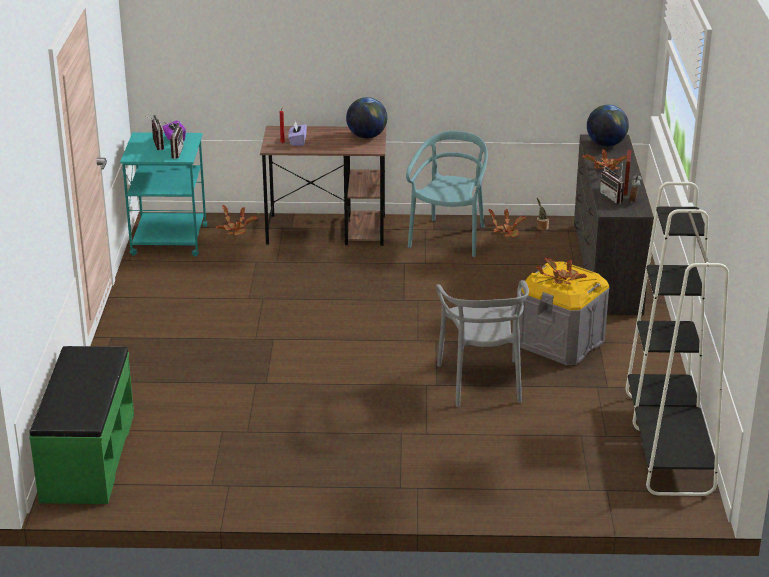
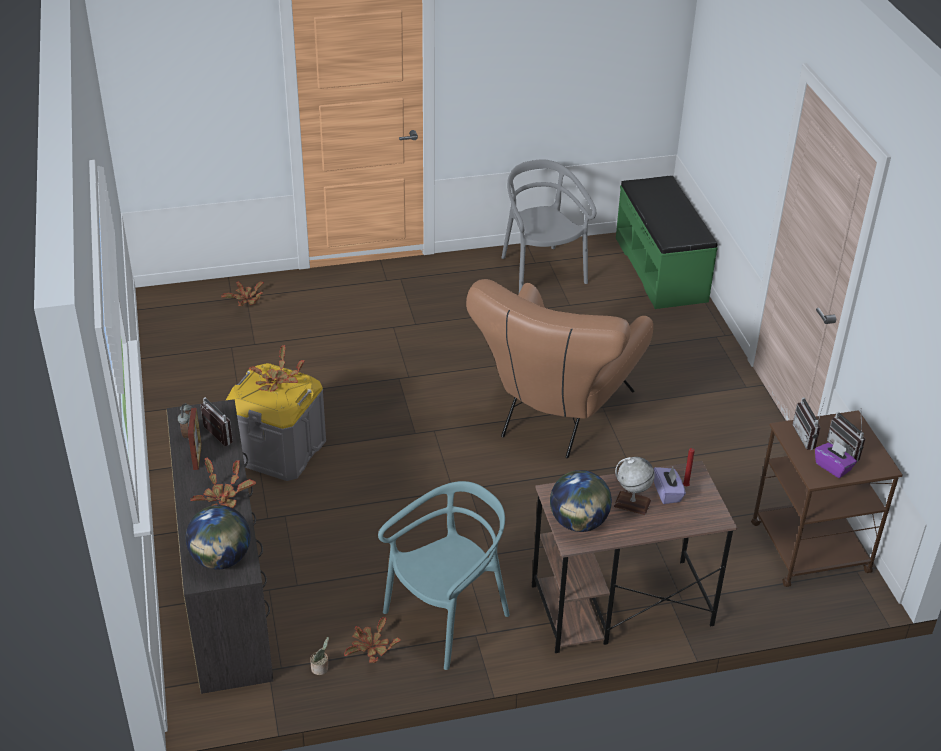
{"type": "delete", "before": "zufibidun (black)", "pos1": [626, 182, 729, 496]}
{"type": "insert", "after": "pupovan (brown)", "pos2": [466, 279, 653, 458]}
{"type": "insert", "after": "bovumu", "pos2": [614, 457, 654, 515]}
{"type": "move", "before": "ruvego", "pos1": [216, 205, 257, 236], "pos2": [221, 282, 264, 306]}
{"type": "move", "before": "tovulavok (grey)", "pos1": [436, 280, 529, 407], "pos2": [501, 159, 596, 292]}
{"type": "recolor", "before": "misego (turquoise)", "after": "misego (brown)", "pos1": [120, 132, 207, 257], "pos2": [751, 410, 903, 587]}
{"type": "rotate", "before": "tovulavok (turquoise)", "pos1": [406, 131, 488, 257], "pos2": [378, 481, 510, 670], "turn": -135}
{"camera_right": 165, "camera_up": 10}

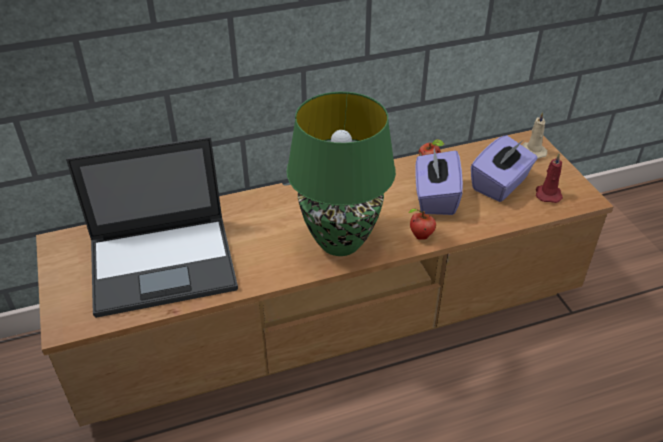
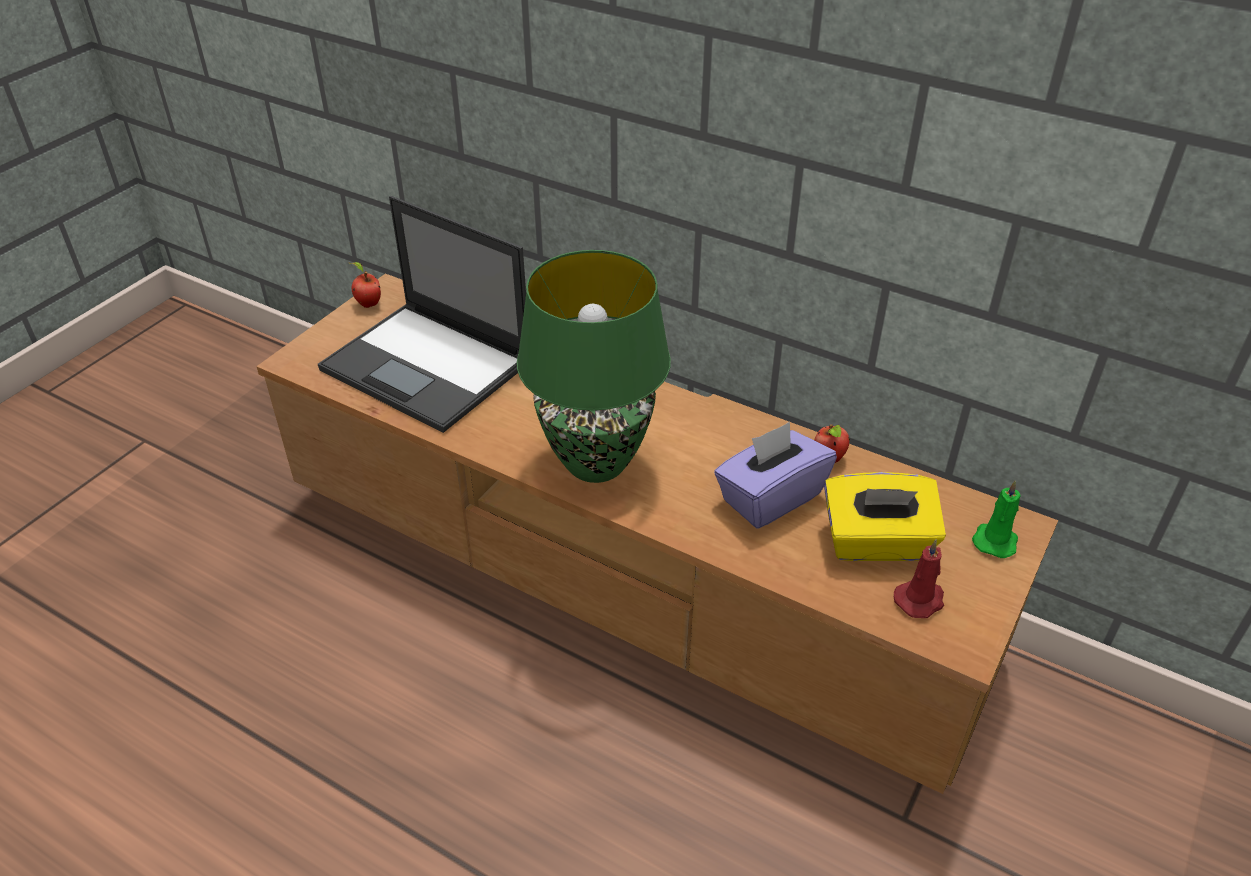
{"type": "move", "before": "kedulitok", "pos1": [409, 209, 436, 240], "pos2": [349, 262, 381, 308]}
{"type": "recolor", "before": "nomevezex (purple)", "after": "nomevezex (yellow)", "pos1": [471, 135, 538, 202], "pos2": [824, 472, 946, 561]}
{"type": "recolor", "before": "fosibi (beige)", "after": "fosibi (green)", "pos1": [522, 112, 548, 159], "pos2": [972, 480, 1021, 558]}
{"camera_right": 50, "camera_up": 0}

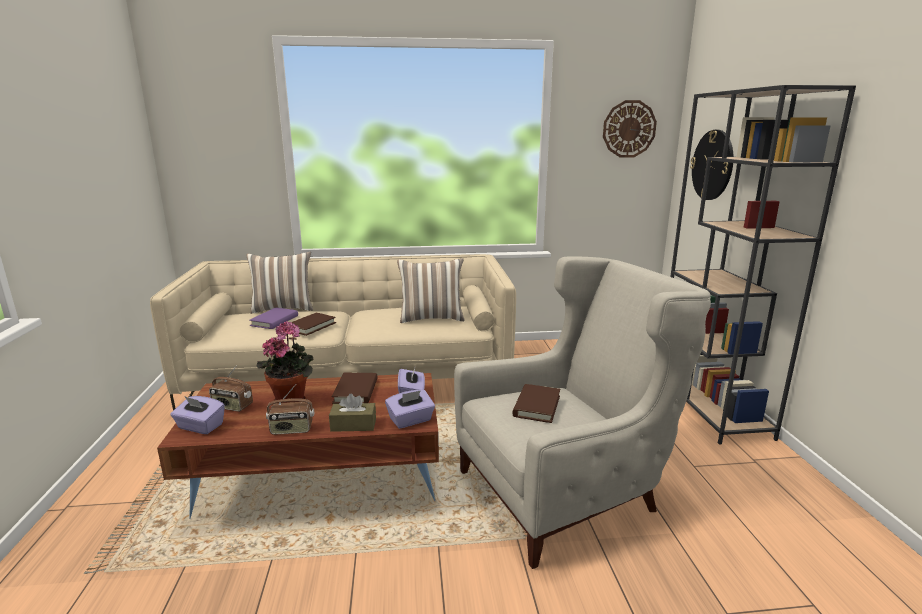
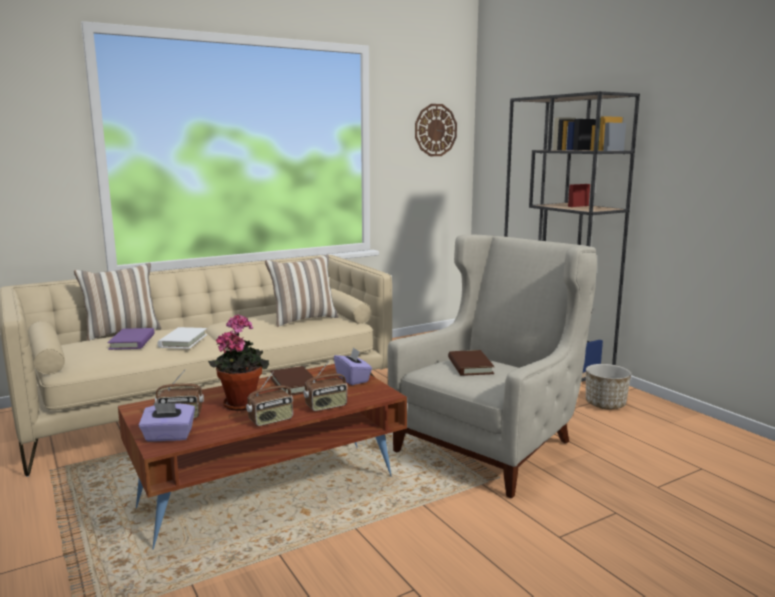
{"type": "delete", "before": "nomevezex (purple)", "pos1": [385, 390, 435, 429]}
{"type": "delete", "before": "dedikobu", "pos1": [690, 130, 733, 200]}
{"type": "insert", "after": "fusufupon", "pos2": [586, 364, 631, 410]}
{"type": "replace", "before": "nomevezex (brown)", "after": "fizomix", "pos1": [329, 394, 376, 432], "pos2": [303, 360, 348, 411]}
{"type": "recolor", "before": "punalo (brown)", "after": "punalo (white)", "pos1": [291, 313, 336, 336], "pos2": [158, 327, 207, 349]}
{"camera_right": -25, "camera_up": -5}

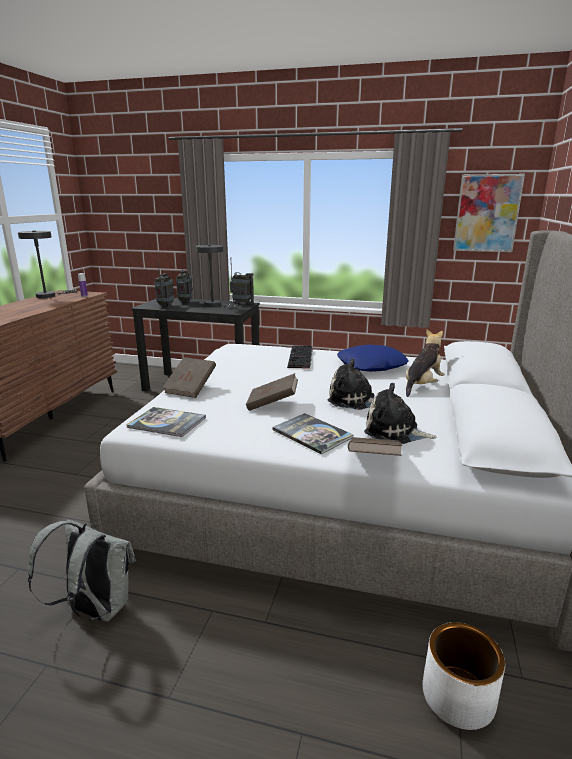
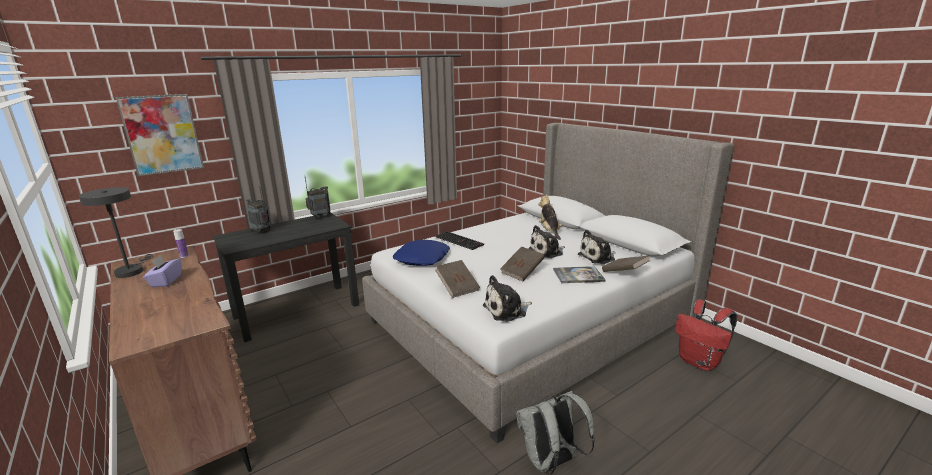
{"type": "delete", "before": "fizomix", "pos1": [154, 260, 174, 307]}
{"type": "delete", "before": "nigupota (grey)", "pos1": [196, 245, 236, 308]}
{"type": "insert", "after": "nomevezex (purple)", "pos2": [143, 255, 182, 287]}
{"type": "move", "before": "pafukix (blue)", "pos1": [337, 345, 409, 372], "pos2": [393, 240, 450, 266]}
{"type": "move", "before": "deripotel", "pos1": [453, 174, 525, 252], "pos2": [116, 94, 204, 176]}
{"type": "replace", "before": "punalo", "after": "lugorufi", "pos1": [127, 407, 206, 437], "pos2": [483, 275, 532, 322]}
{"type": "replace", "before": "fusufupon (white)", "after": "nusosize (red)", "pos1": [423, 622, 505, 730], "pos2": [675, 299, 737, 371]}
{"camera_right": -50, "camera_up": 0}

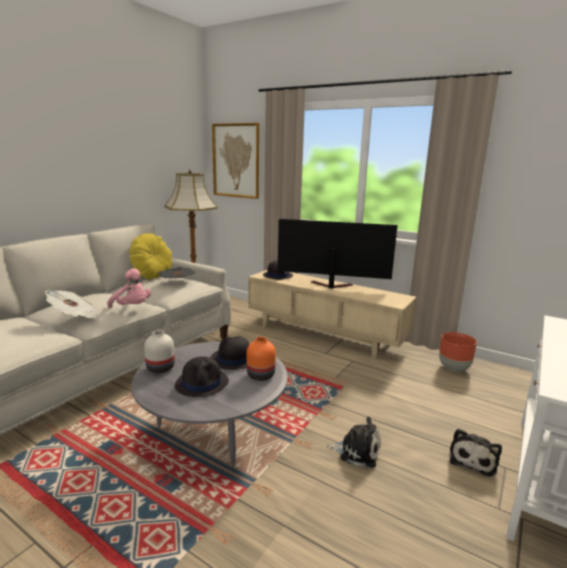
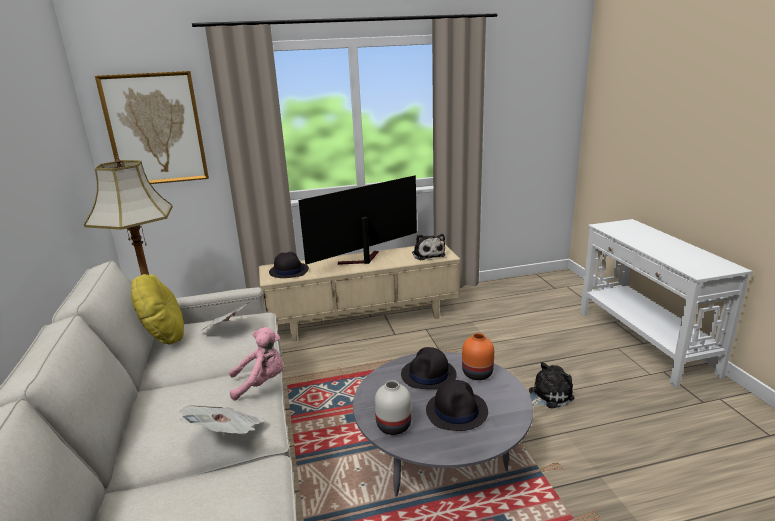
{"type": "delete", "before": "fusufupon (brown)", "pos1": [439, 332, 477, 372]}
{"type": "move", "before": "lugorufi", "pos1": [449, 429, 502, 477], "pos2": [412, 234, 446, 260]}
{"camera_right": -45, "camera_up": 5}

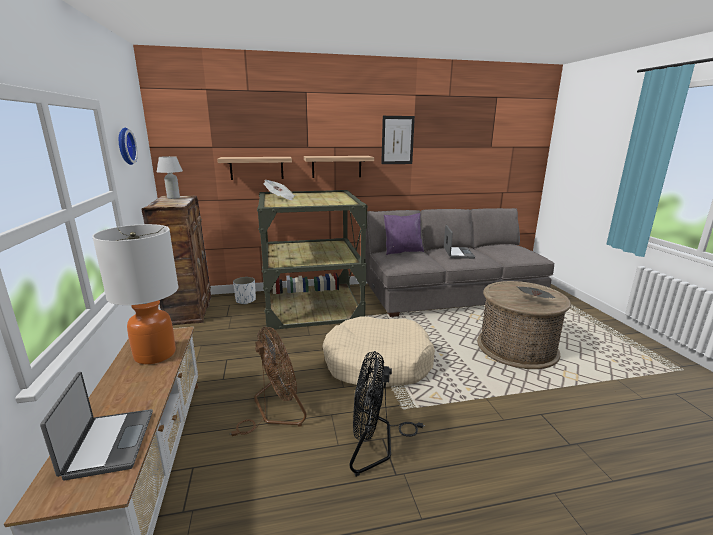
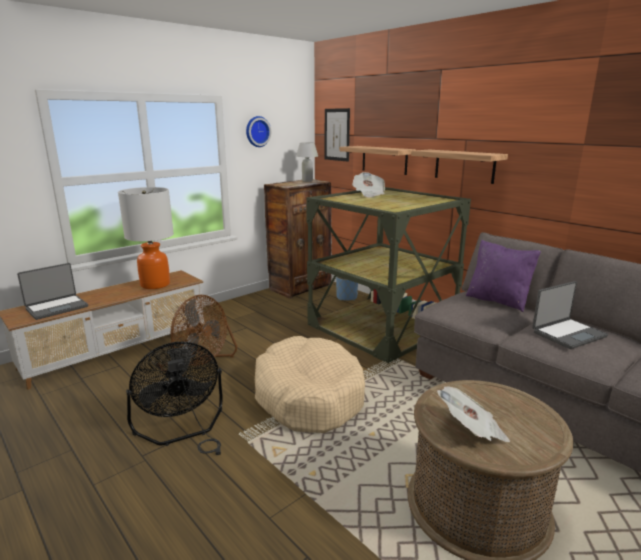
{"type": "move", "before": "deripotel", "pos1": [381, 116, 415, 164], "pos2": [325, 108, 350, 162]}
{"type": "recolor", "before": "fusufupon (white)", "after": "fusufupon (blue)", "pos1": [233, 277, 256, 305], "pos2": [336, 276, 358, 301]}
{"camera_right": 60, "camera_up": 0}

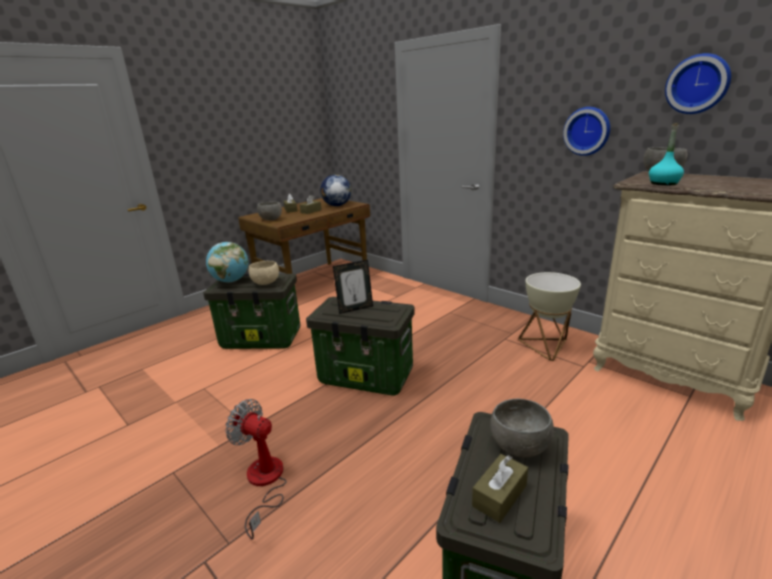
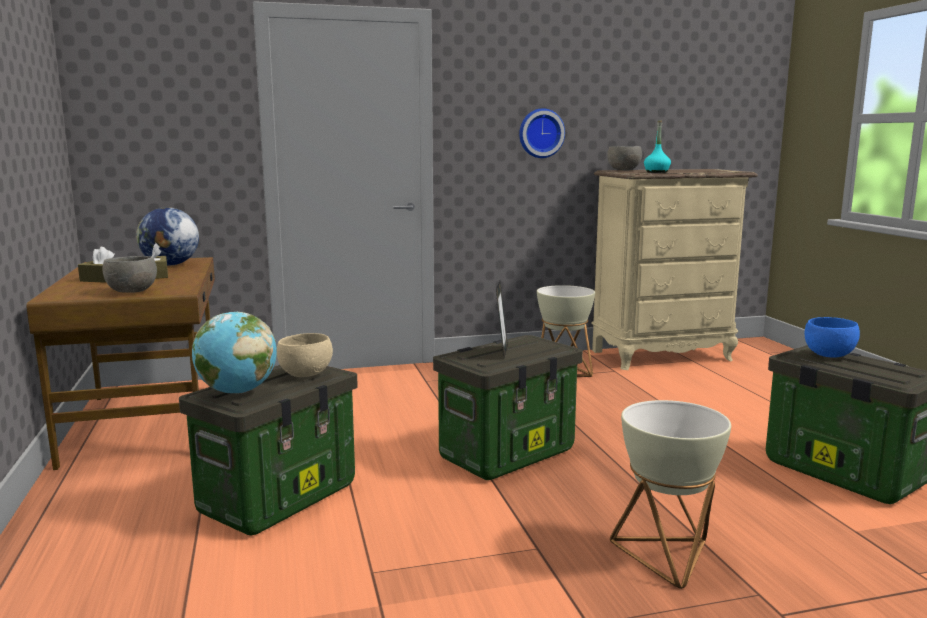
{"type": "delete", "before": "nomevezex (brown)", "pos1": [472, 454, 528, 523]}
{"type": "delete", "before": "dedikobu", "pos1": [665, 53, 731, 114]}
{"type": "replace", "before": "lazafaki", "after": "fusufupon", "pos1": [225, 399, 286, 540], "pos2": [610, 400, 731, 589]}
{"type": "recolor", "before": "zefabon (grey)", "after": "zefabon (blue)", "pos1": [490, 399, 554, 457], "pos2": [805, 317, 860, 358]}
{"camera_right": -60, "camera_up": -10}

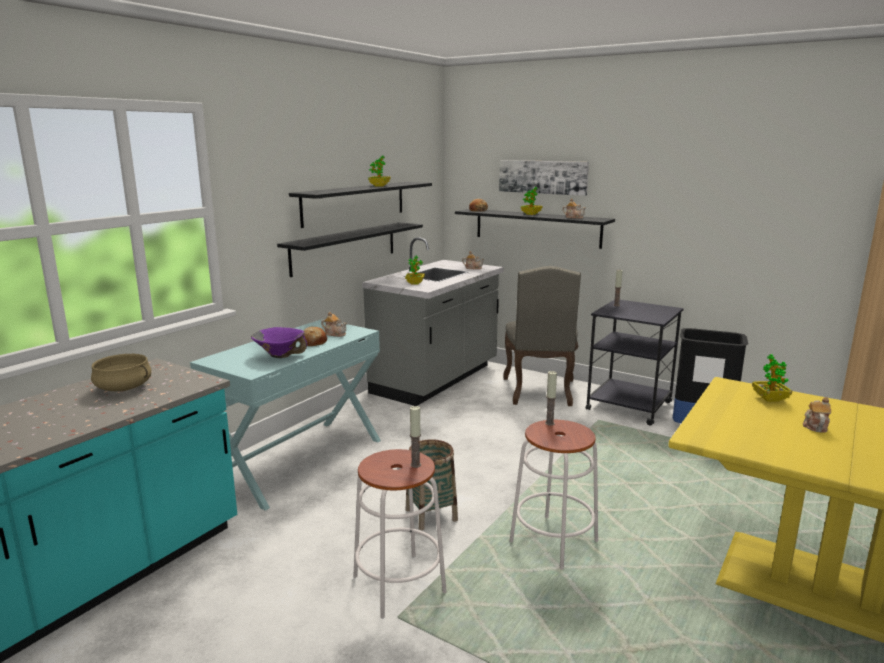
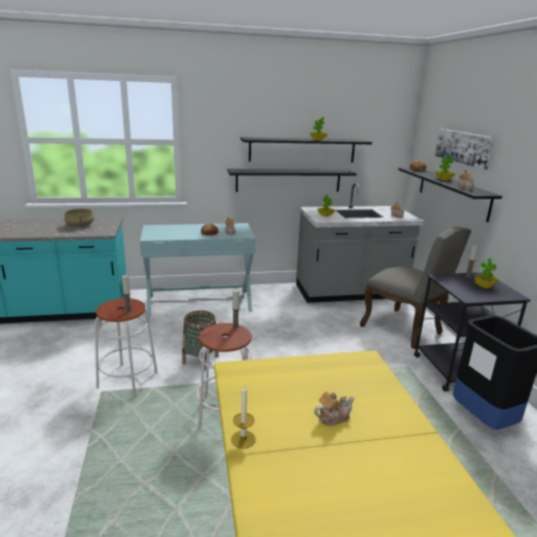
{"type": "delete", "before": "zefabon (purple)", "pos1": [251, 327, 307, 358]}
{"type": "insert", "after": "fosibi", "pos2": [231, 384, 256, 449]}
{"type": "move", "before": "ruvego", "pos1": [752, 354, 792, 402], "pos2": [474, 258, 498, 289]}
{"type": "rotate", "before": "tovulavok (grey)", "pos1": [504, 266, 581, 406], "pos2": [360, 227, 471, 349], "turn": -90}
{"camera_right": 45, "camera_up": 5}

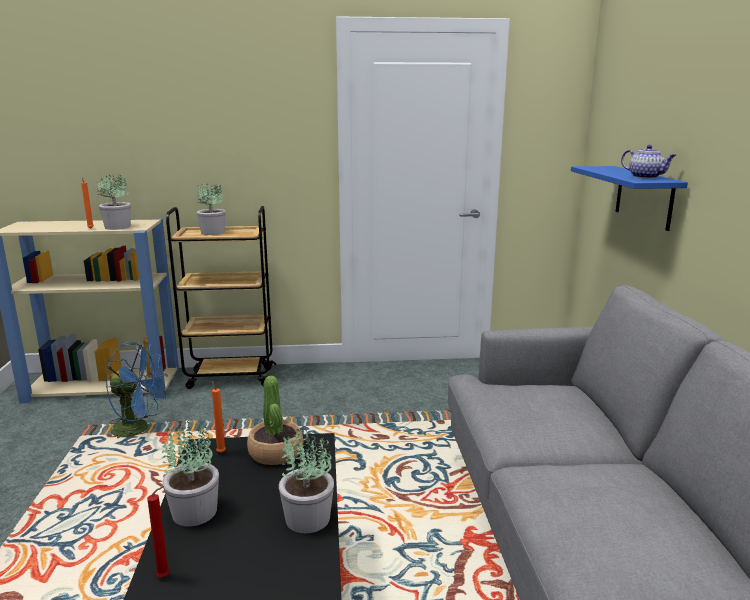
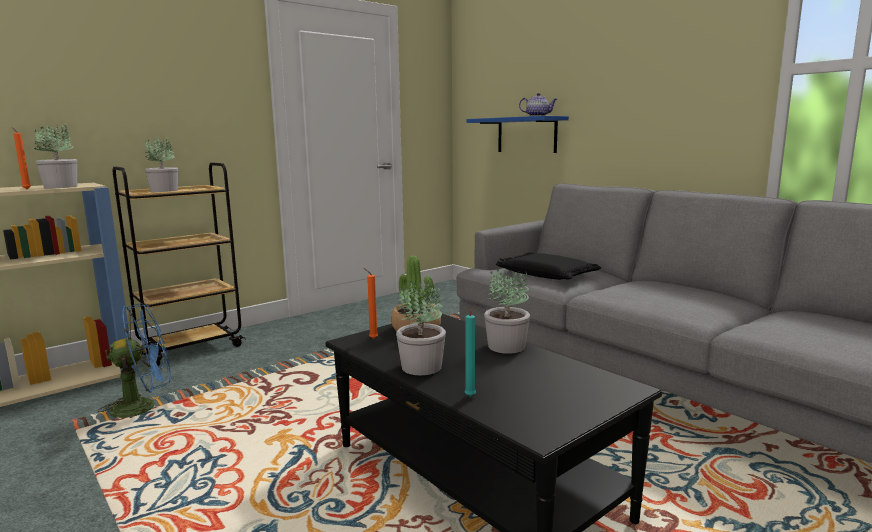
{"type": "insert", "after": "pafukix (black)", "pos2": [496, 252, 601, 280]}
{"type": "recolor", "before": "fosibi (red)", "after": "fosibi (turquoise)", "pos1": [147, 486, 170, 577], "pos2": [465, 305, 476, 397]}
{"camera_right": -35, "camera_up": -5}

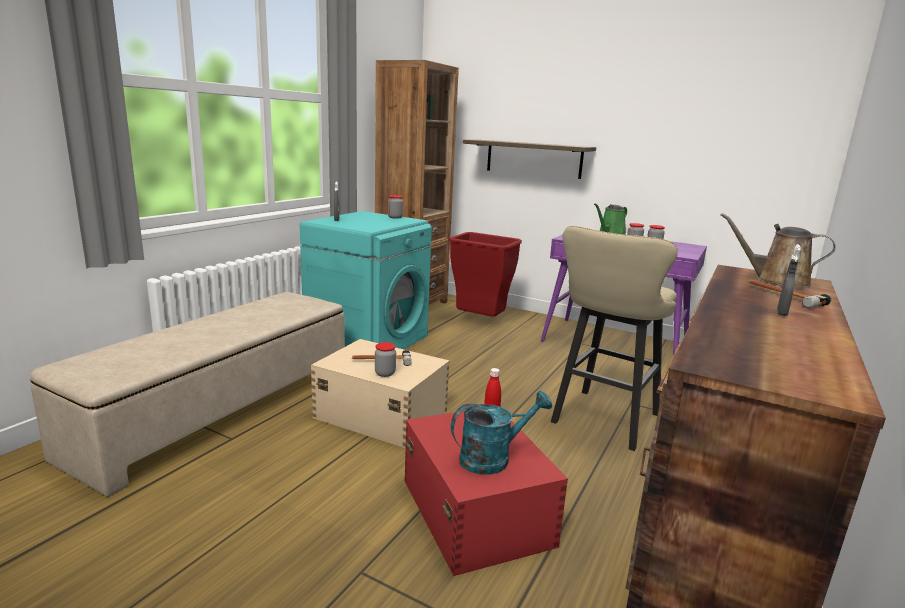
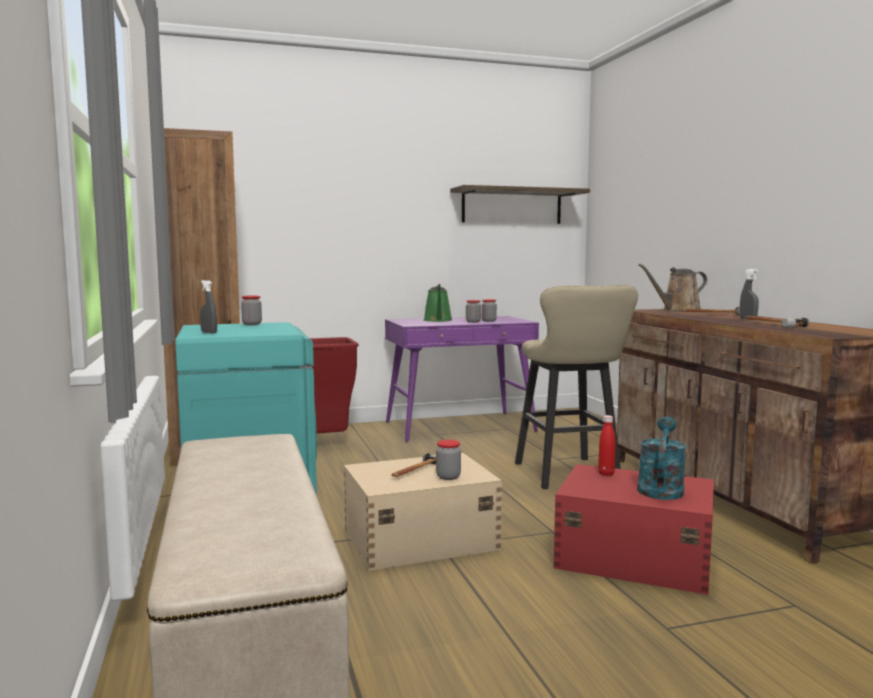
{"type": "insert", "after": "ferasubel", "pos2": [745, 316, 809, 328]}
{"type": "move", "before": "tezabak", "pos1": [463, 140, 596, 179], "pos2": [450, 185, 590, 224]}
{"camera_right": -45, "camera_up": -10}

